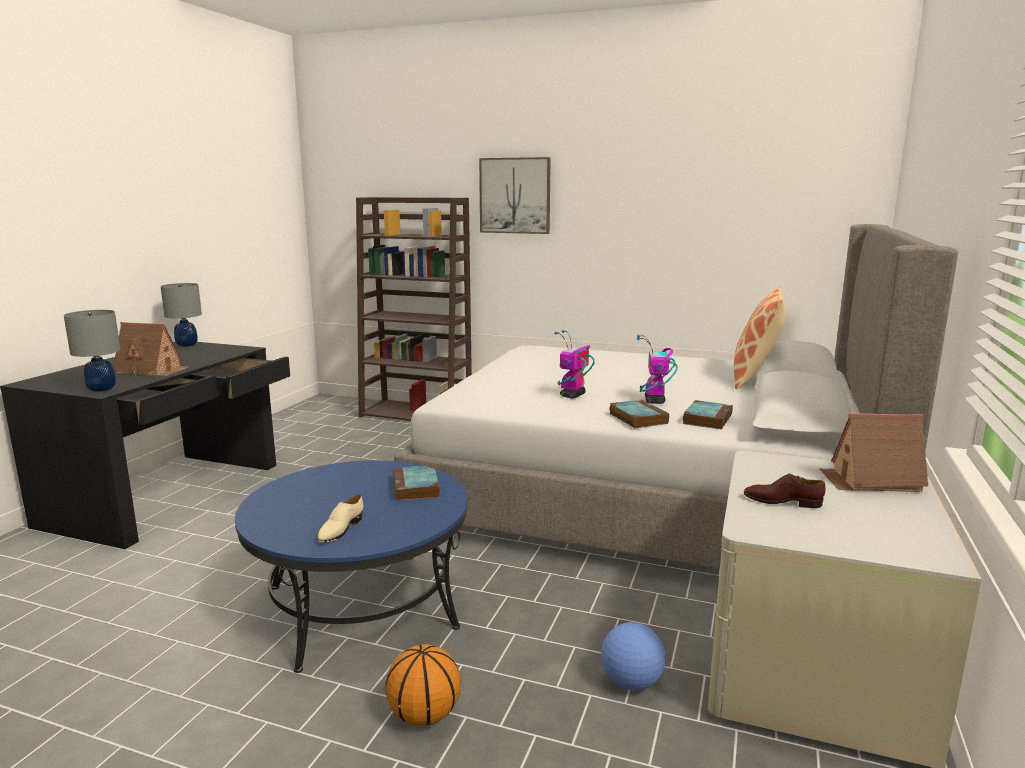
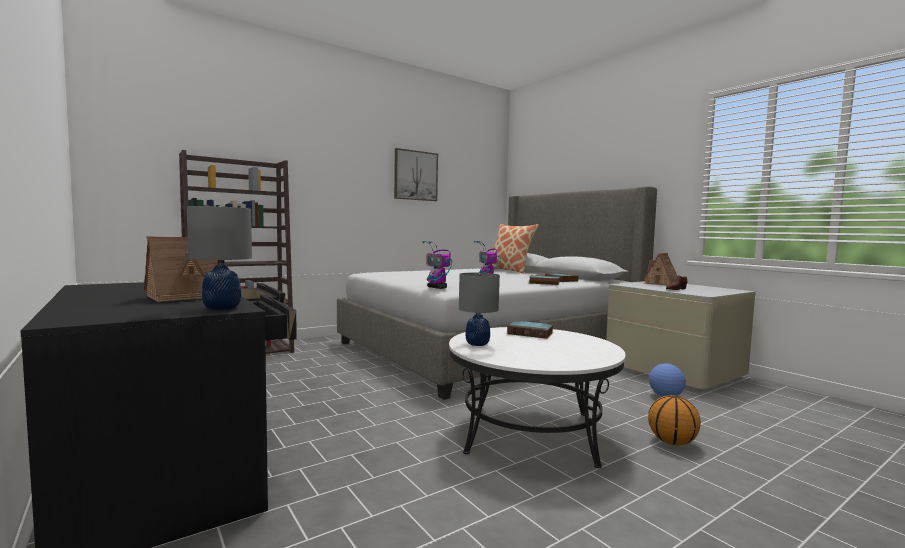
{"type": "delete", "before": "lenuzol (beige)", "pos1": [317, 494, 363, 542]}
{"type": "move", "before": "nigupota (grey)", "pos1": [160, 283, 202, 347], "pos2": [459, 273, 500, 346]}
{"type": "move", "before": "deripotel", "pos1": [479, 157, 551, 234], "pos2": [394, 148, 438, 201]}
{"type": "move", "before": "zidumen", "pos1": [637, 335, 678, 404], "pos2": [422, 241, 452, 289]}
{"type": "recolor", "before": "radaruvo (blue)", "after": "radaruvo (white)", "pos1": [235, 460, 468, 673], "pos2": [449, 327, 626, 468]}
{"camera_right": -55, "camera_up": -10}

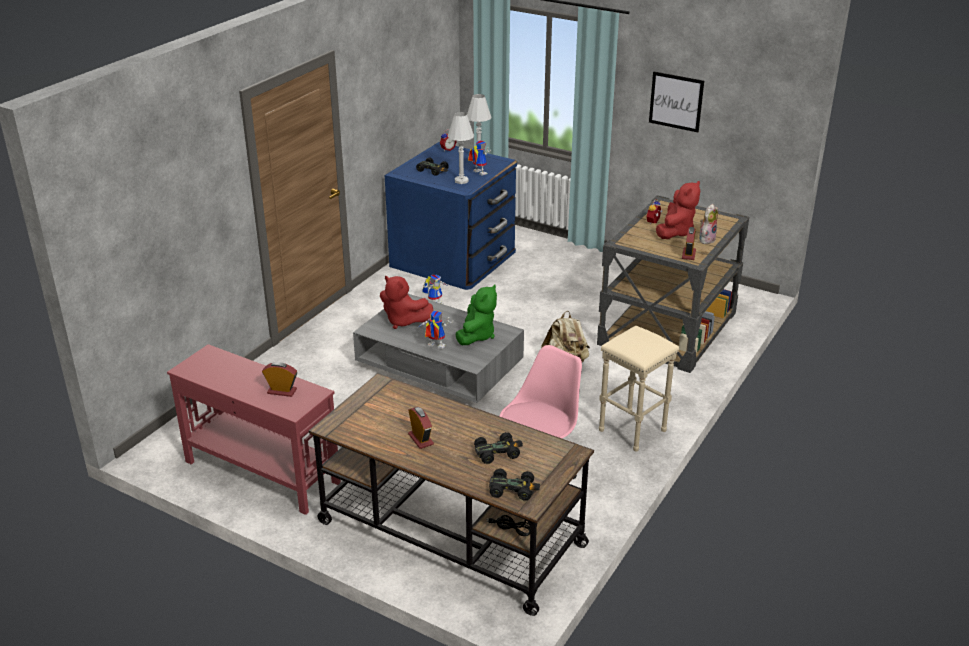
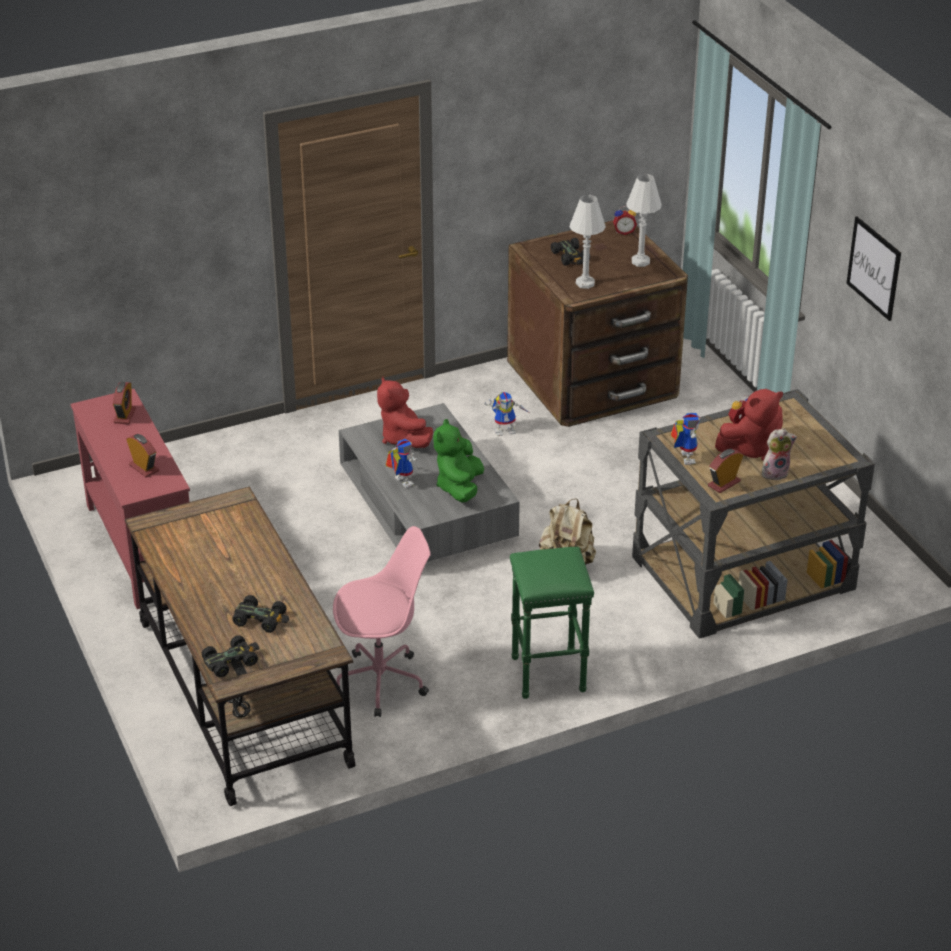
{"type": "move", "before": "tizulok", "pos1": [408, 407, 434, 449], "pos2": [113, 382, 136, 424]}
{"type": "move", "before": "zidumen", "pos1": [468, 140, 491, 175], "pos2": [670, 413, 701, 465]}
{"type": "recolor", "before": "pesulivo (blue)", "after": "pesulivo (brown)", "pos1": [385, 142, 517, 290], "pos2": [507, 221, 688, 427]}
{"type": "recolor", "before": "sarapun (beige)", "after": "sarapun (green)", "pos1": [599, 326, 679, 451], "pos2": [510, 547, 594, 699]}
{"type": "rotate", "before": "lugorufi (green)", "pos1": [456, 284, 497, 345], "pos2": [433, 419, 484, 502], "turn": 135}
{"type": "rotate", "before": "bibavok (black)", "pos1": [489, 469, 540, 500], "pos2": [202, 635, 259, 678], "turn": -75}
{"camera_right": 35, "camera_up": 5}

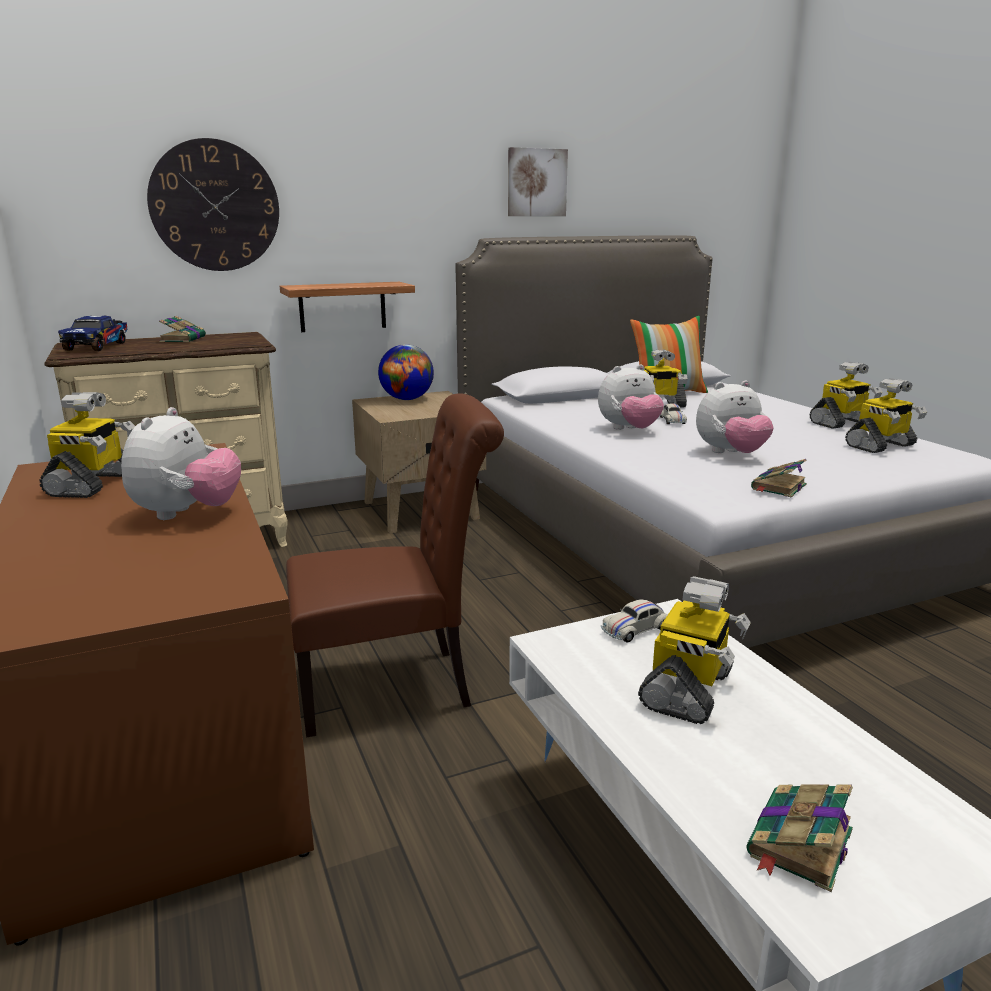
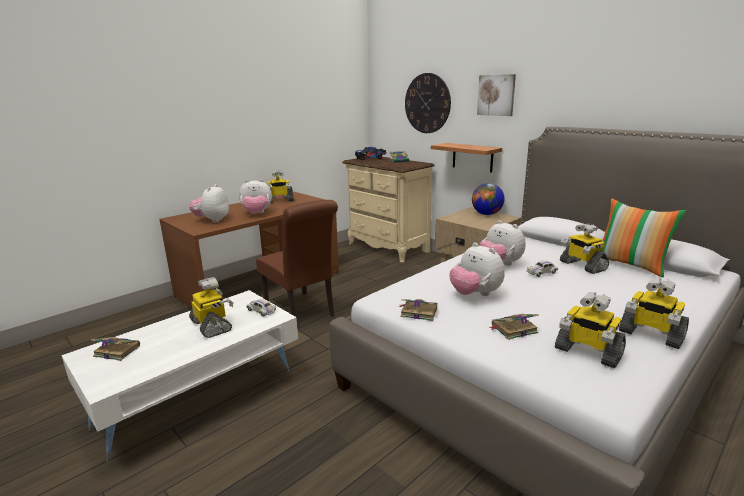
{"type": "insert", "after": "lugorufi", "pos2": [189, 184, 229, 223]}
{"type": "insert", "after": "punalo", "pos2": [489, 314, 539, 340]}
{"type": "move", "before": "deripotel", "pos1": [508, 147, 568, 216], "pos2": [477, 74, 516, 116]}
{"type": "rotate", "before": "zidumen", "pos1": [638, 576, 751, 724], "pos2": [189, 277, 233, 338], "turn": -135}
{"camera_right": 70, "camera_up": 0}

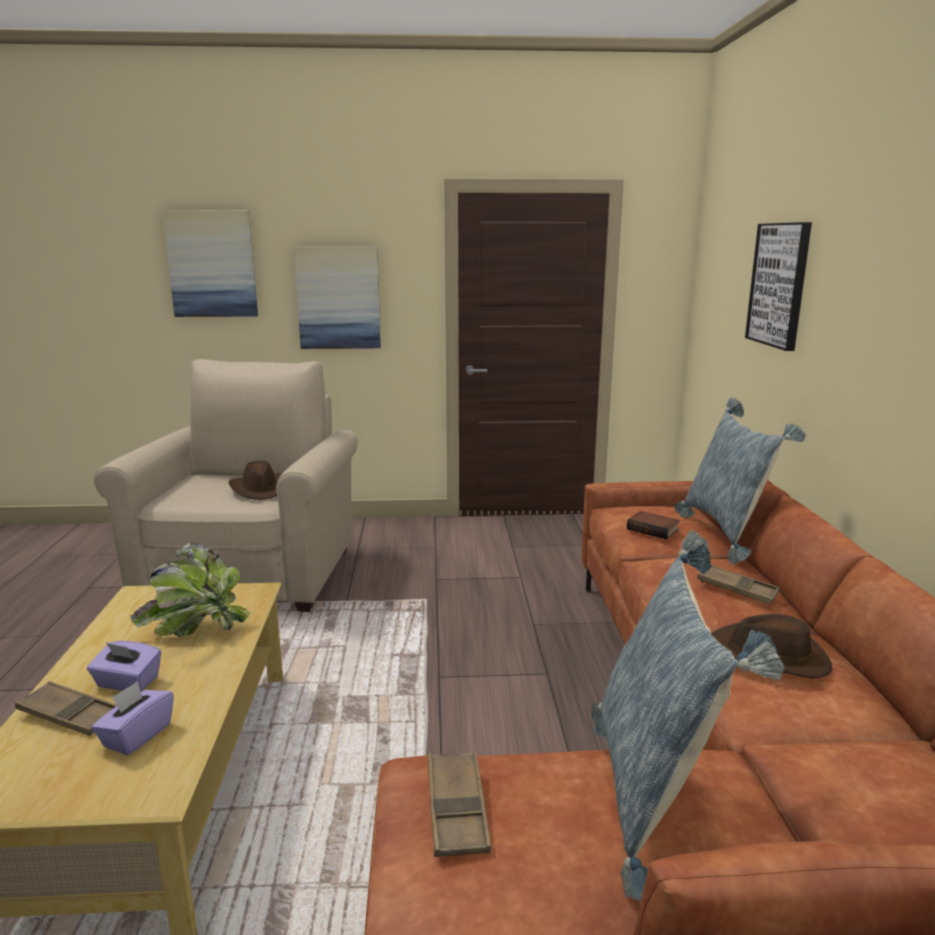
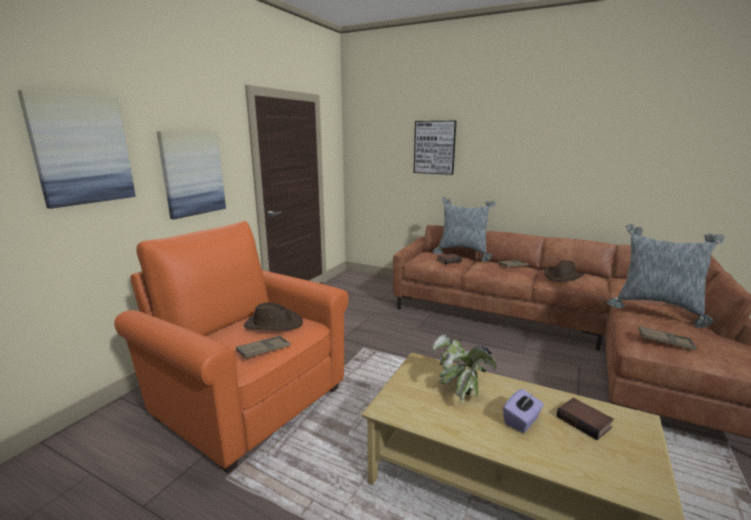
{"type": "move", "before": "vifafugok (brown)", "pos1": [15, 681, 117, 736], "pos2": [236, 336, 290, 359]}
{"type": "replace", "before": "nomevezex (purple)", "after": "punalo", "pos1": [92, 681, 174, 756], "pos2": [557, 398, 614, 440]}
{"type": "recolor", "before": "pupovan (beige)", "after": "pupovan (orange)", "pos1": [94, 359, 358, 612], "pos2": [114, 221, 349, 473]}
{"camera_right": -60, "camera_up": 0}

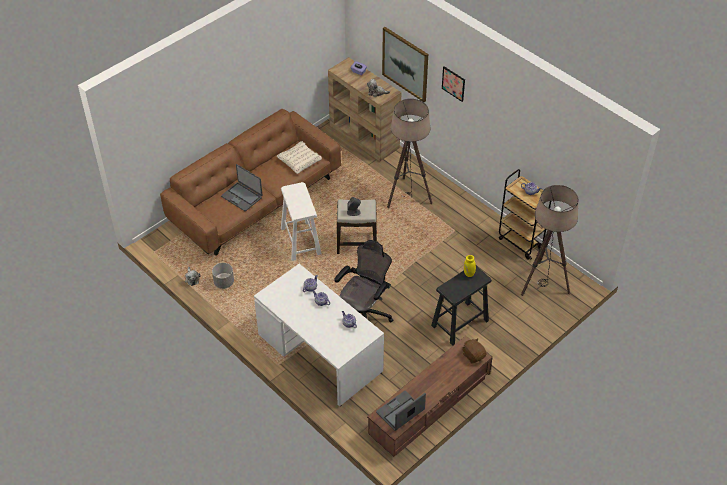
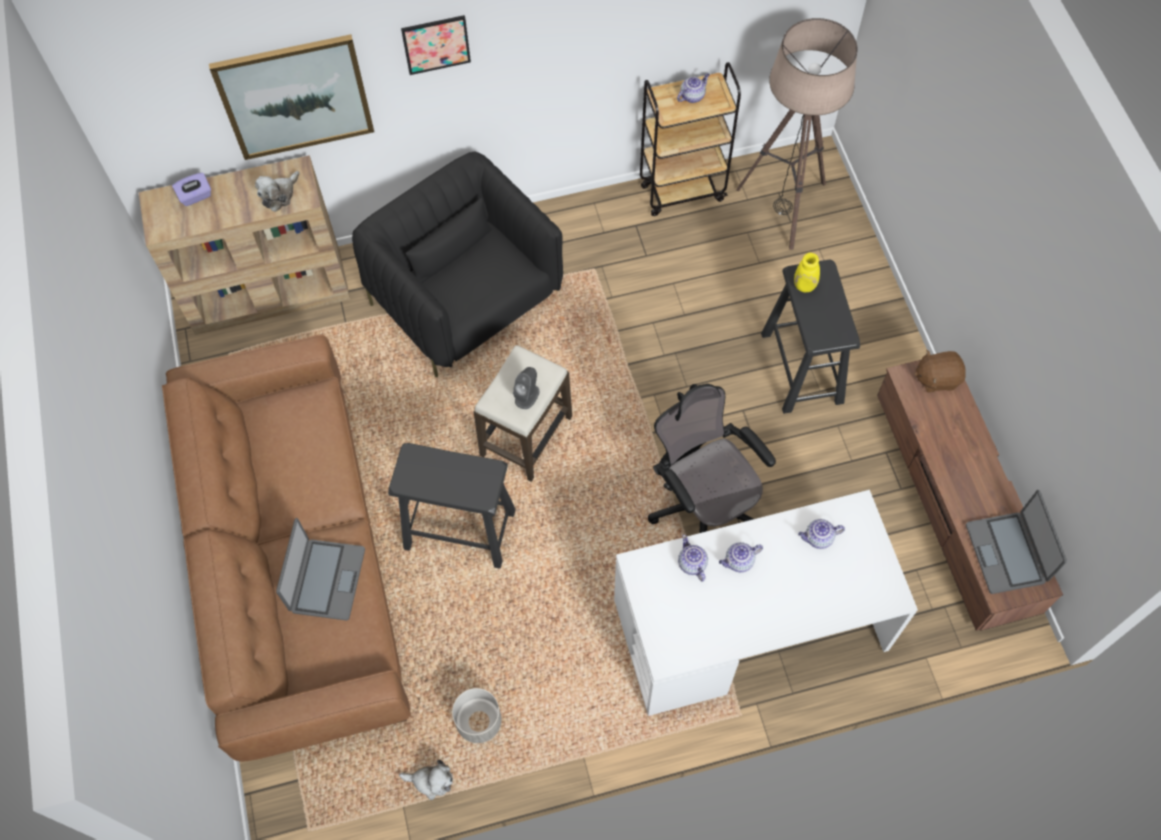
{"type": "delete", "before": "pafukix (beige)", "pos1": [277, 141, 322, 174]}
{"type": "replace", "before": "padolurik", "after": "pupovan (black)", "pos1": [387, 99, 432, 208], "pos2": [352, 152, 563, 377]}
{"type": "recolor", "before": "sarapun (white)", "after": "sarapun (black)", "pos1": [281, 182, 322, 261], "pos2": [388, 443, 516, 569]}
{"type": "rotate", "before": "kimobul", "pos1": [221, 164, 262, 211], "pos2": [276, 518, 365, 620], "turn": -60}
{"camera_right": -60, "camera_up": 15}

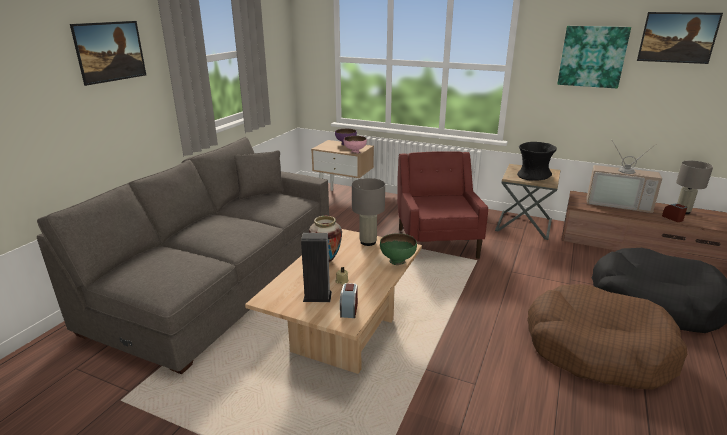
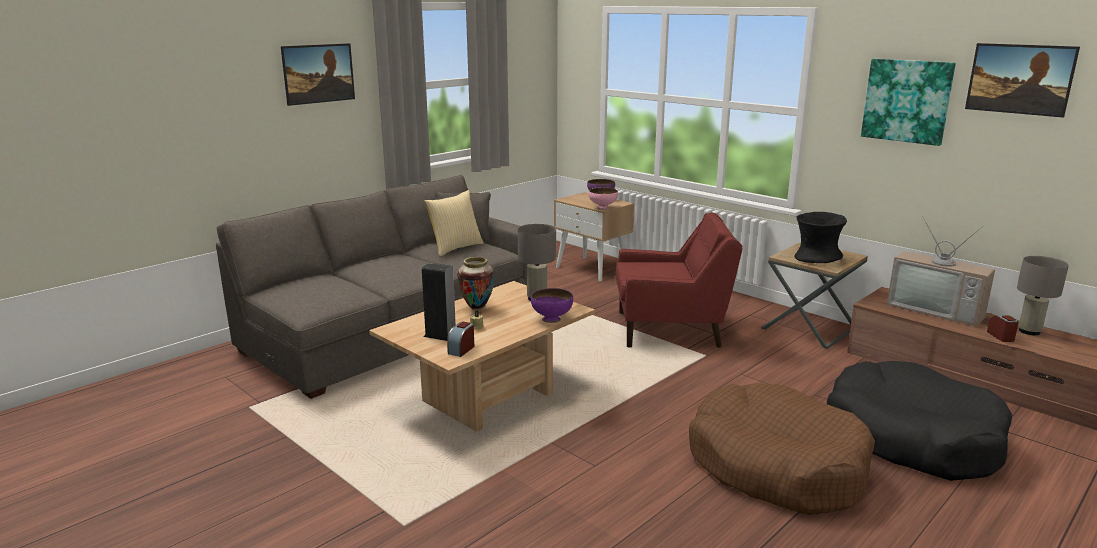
{"type": "insert", "after": "pafukix", "pos2": [424, 190, 483, 257]}
{"type": "recolor", "before": "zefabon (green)", "after": "zefabon (purple)", "pos1": [380, 233, 417, 265], "pos2": [531, 288, 573, 323]}
{"type": "rotate", "before": "pupovan (red)", "pos1": [397, 151, 488, 261], "pos2": [615, 213, 743, 348], "turn": 75}
{"camera_right": 20, "camera_up": -5}

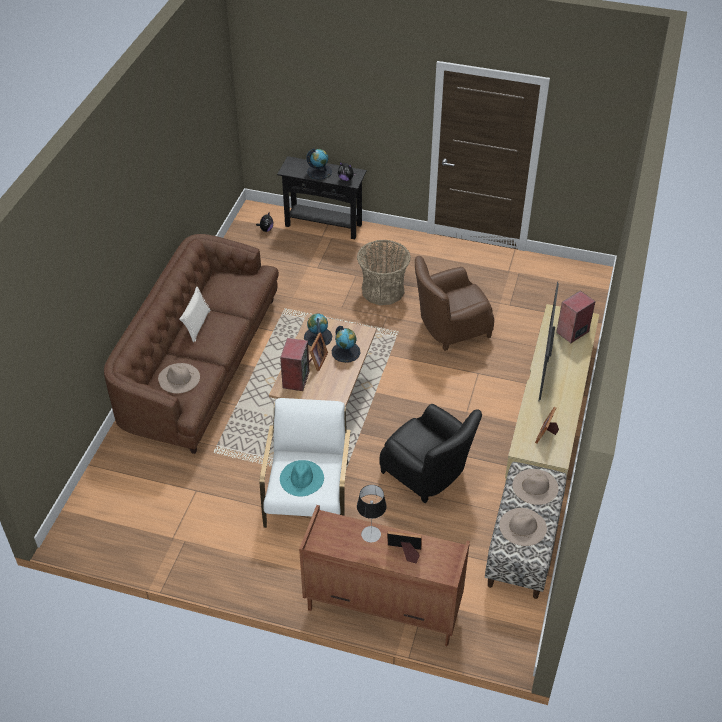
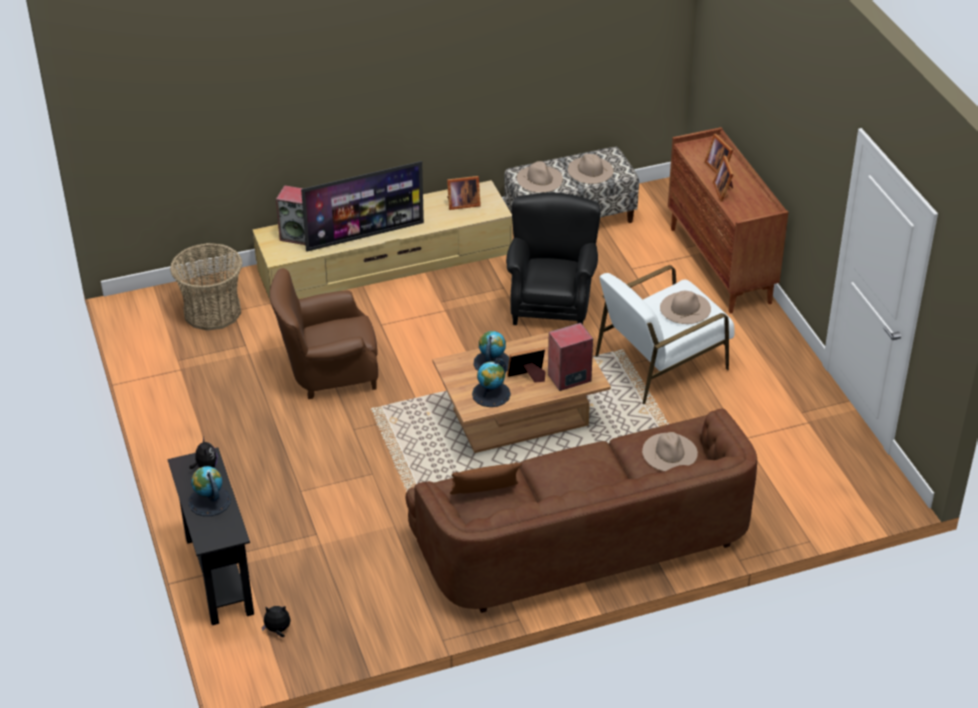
{"type": "delete", "before": "pafukix (white)", "pos1": [179, 287, 210, 342]}
{"type": "insert", "after": "pafukix (brown)", "pos2": [450, 462, 522, 494]}
{"type": "move", "before": "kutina", "pos1": [357, 240, 411, 305], "pos2": [170, 243, 242, 331]}
{"type": "replace", "before": "nigupota", "after": "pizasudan", "pos1": [357, 485, 387, 542], "pos2": [713, 155, 734, 202]}
{"type": "recolor", "before": "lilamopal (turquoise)", "after": "lilamopal (beige)", "pos1": [280, 460, 324, 496], "pos2": [660, 291, 711, 324]}
{"type": "rotate", "before": "pupovan (brown)", "pos1": [415, 256, 494, 351], "pos2": [270, 268, 378, 399], "turn": 135}
{"camera_right": -125, "camera_up": -5}

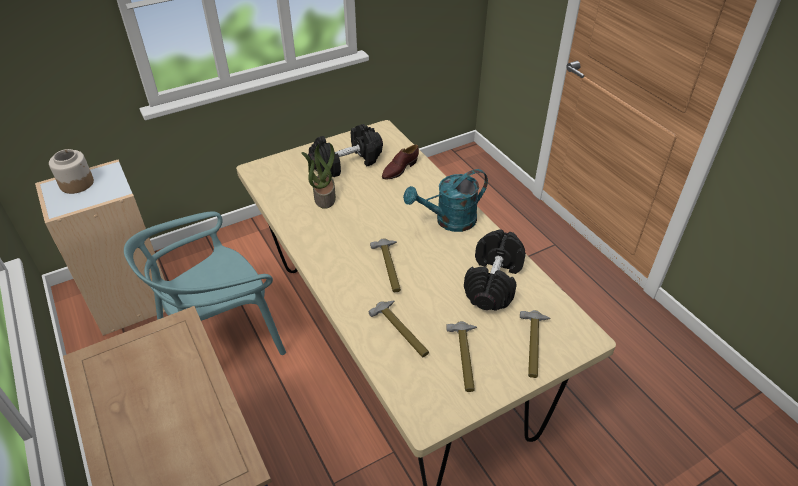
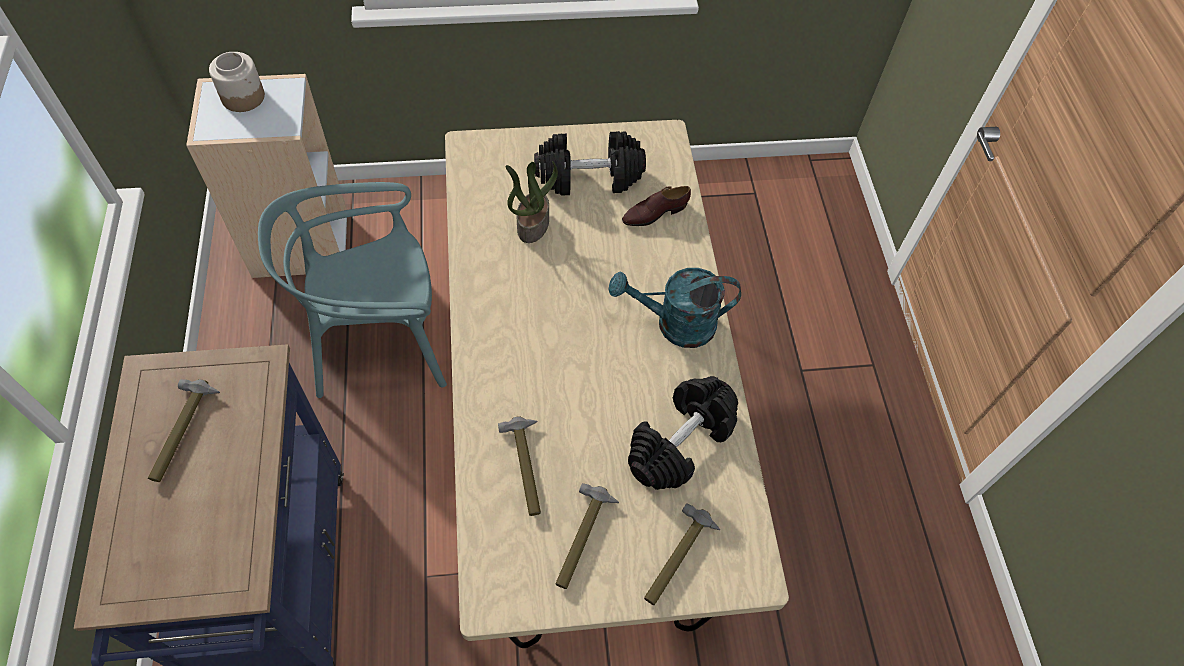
{"type": "move", "before": "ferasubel", "pos1": [370, 238, 401, 292], "pos2": [148, 379, 220, 482]}
{"camera_right": 20, "camera_up": 15}

